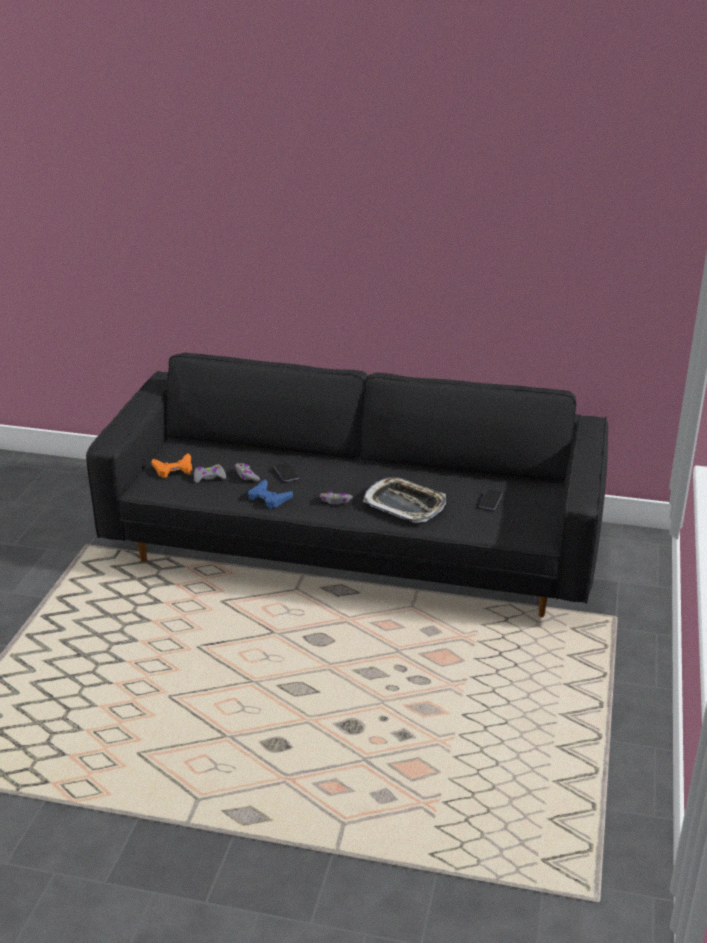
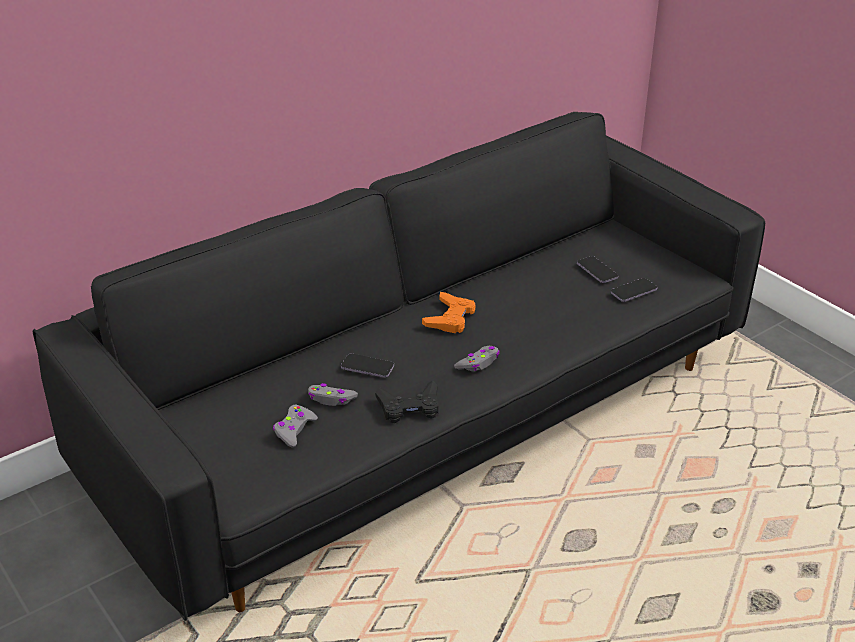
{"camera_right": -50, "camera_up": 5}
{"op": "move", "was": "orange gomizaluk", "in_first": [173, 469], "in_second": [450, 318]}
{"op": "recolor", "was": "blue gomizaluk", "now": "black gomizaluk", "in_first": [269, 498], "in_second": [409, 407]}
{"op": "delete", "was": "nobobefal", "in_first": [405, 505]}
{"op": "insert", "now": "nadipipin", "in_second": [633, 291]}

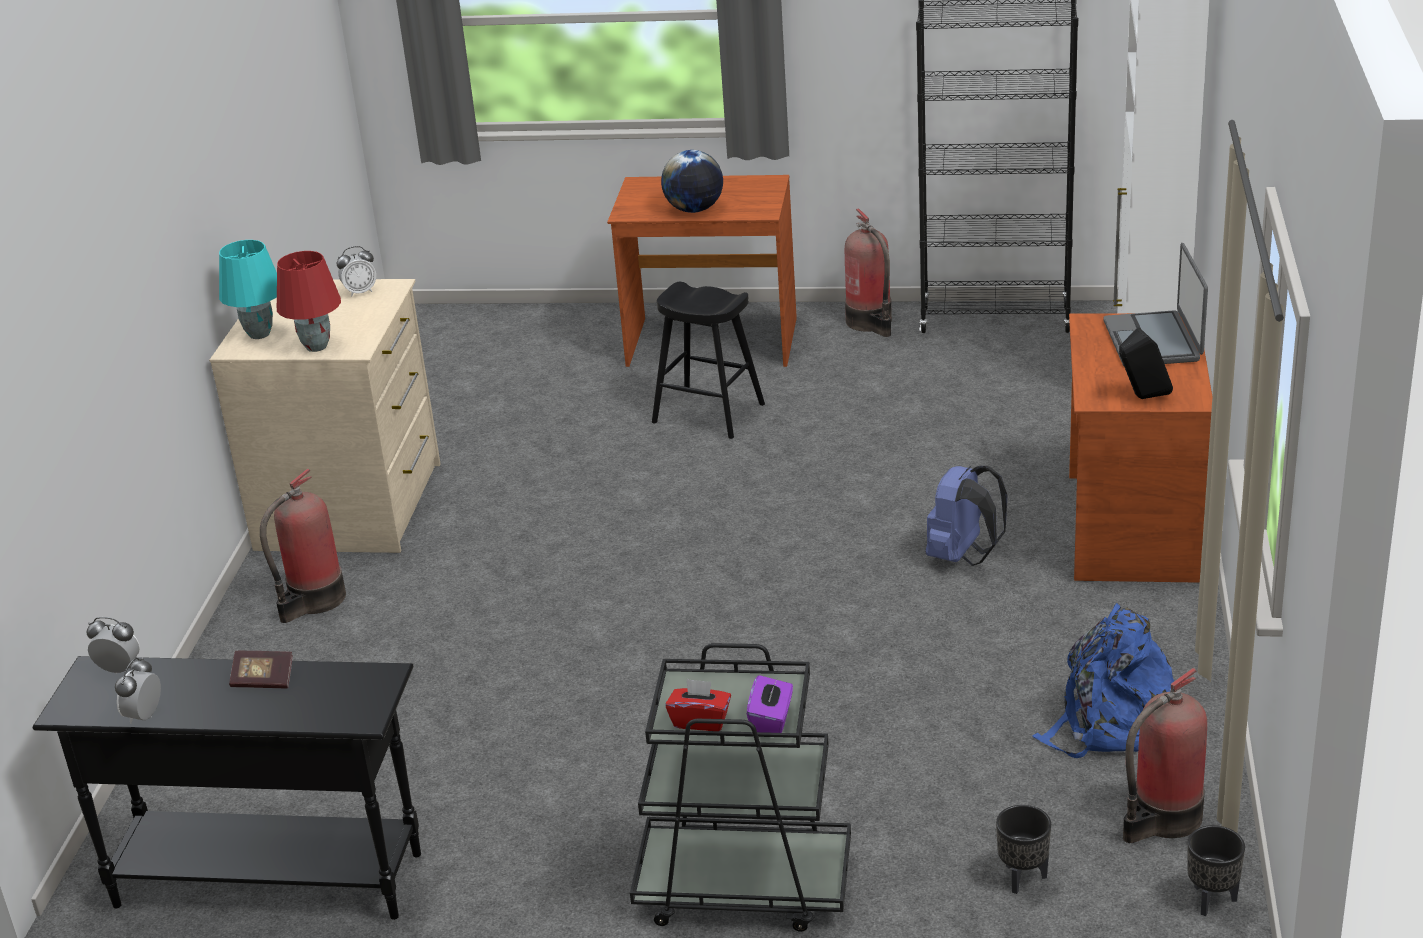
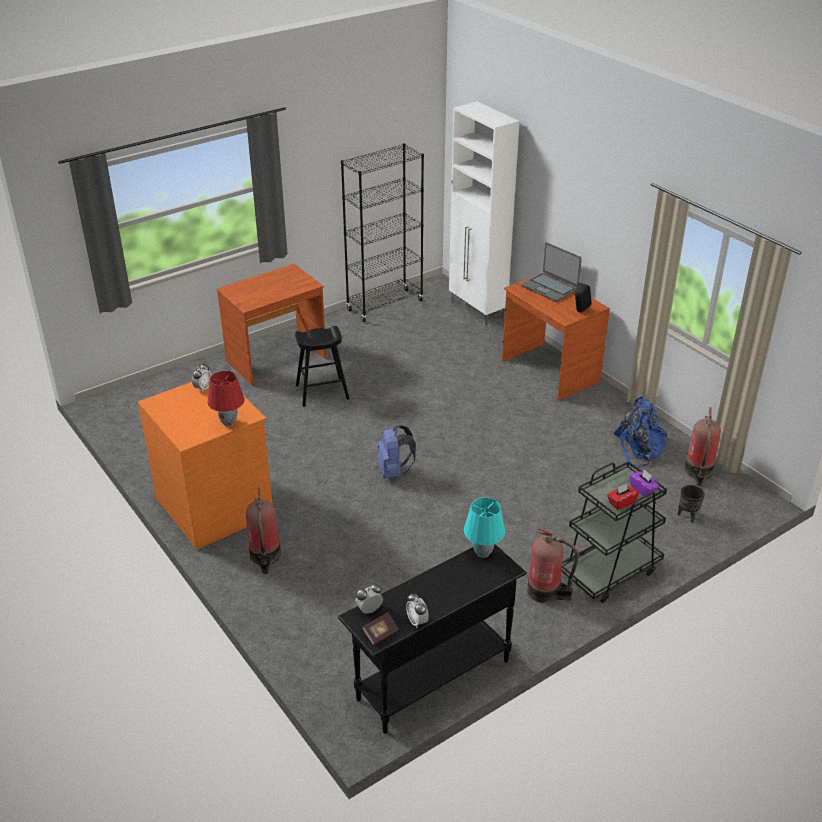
{"camera_right": -45, "camera_up": 5}
{"op": "recolor", "was": "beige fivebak", "now": "orange fivebak", "in_first": [352, 506], "in_second": [216, 506]}
{"op": "move", "was": "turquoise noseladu", "in_first": [259, 335], "in_second": [483, 553]}
{"op": "move", "was": "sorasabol", "in_first": [263, 680], "in_second": [380, 633]}
{"op": "delete", "was": "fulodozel", "in_first": [694, 210]}
{"op": "move", "was": "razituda", "in_first": [871, 322], "in_second": [546, 592]}
{"op": "move", "was": "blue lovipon", "in_first": [963, 556], "in_second": [394, 471]}
{"op": "delete", "was": "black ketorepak", "in_first": [1211, 901]}

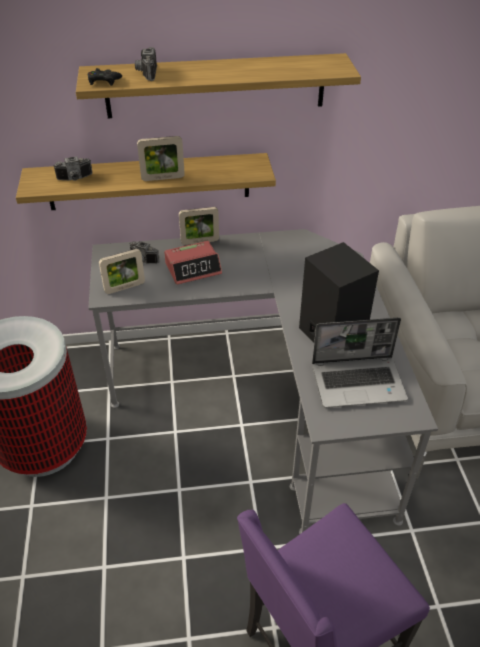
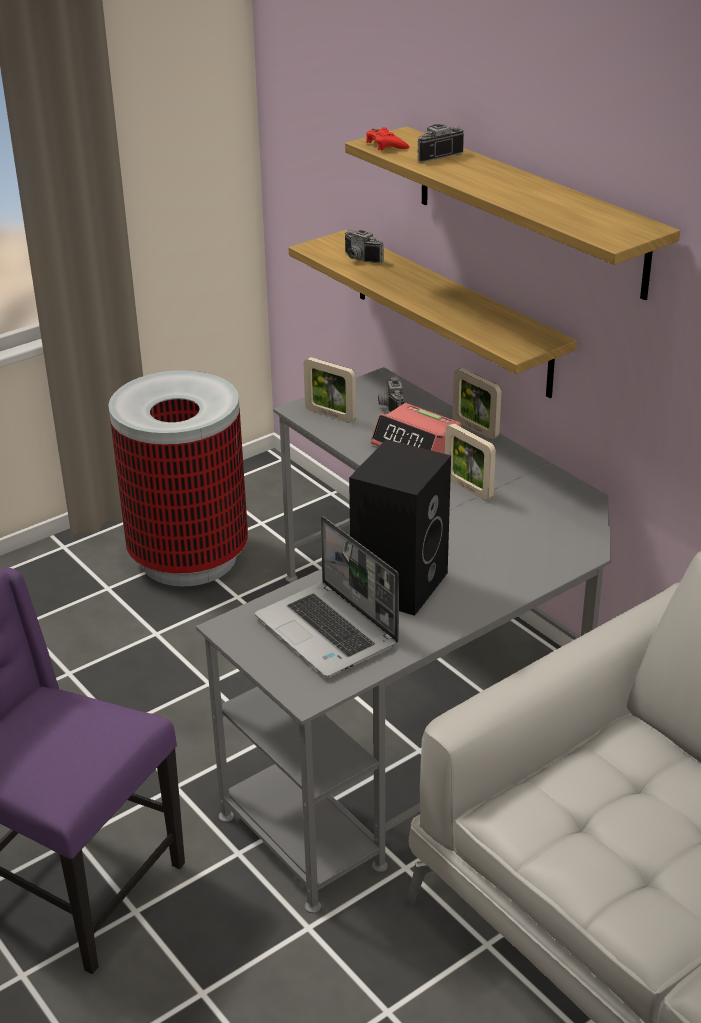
{"camera_right": 60, "camera_up": -10}
{"op": "recolor", "was": "black gomizaluk", "now": "red gomizaluk", "in_first": [104, 81], "in_second": [386, 145]}
{"op": "move", "was": "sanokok", "in_first": [163, 178], "in_second": [468, 488]}

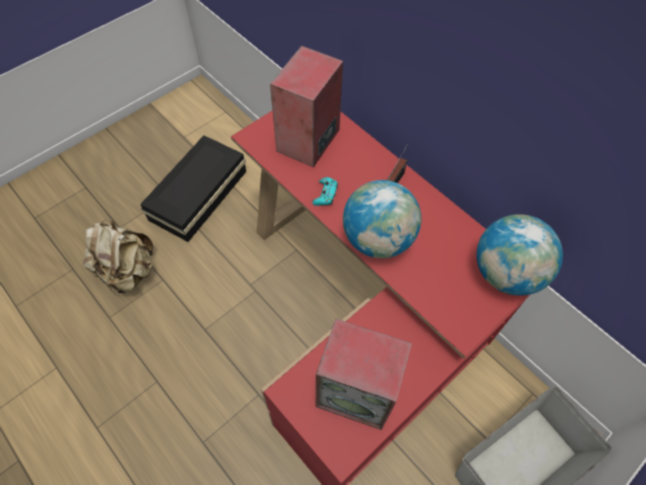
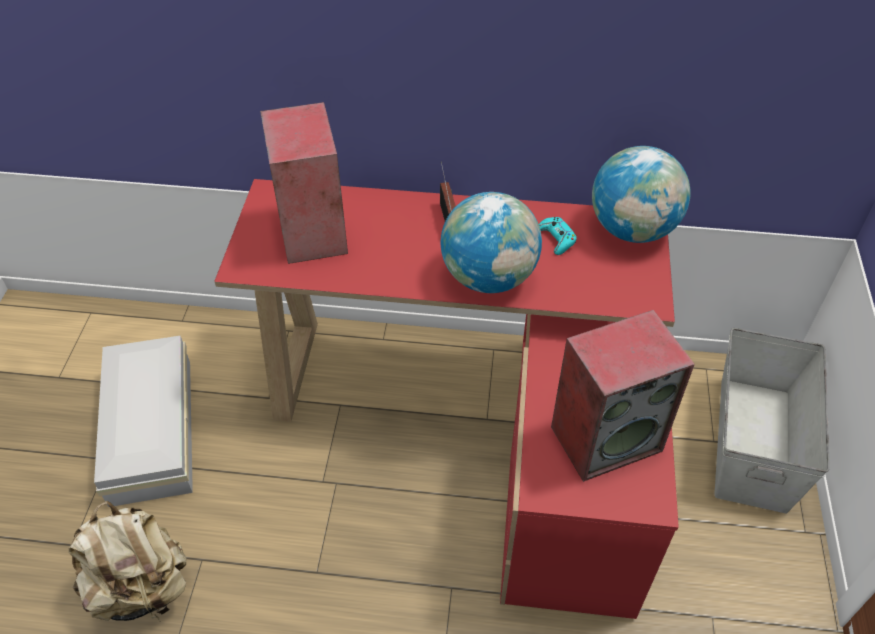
{"camera_right": -40, "camera_up": -10}
{"op": "recolor", "was": "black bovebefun", "now": "white bovebefun", "in_first": [196, 196], "in_second": [149, 432]}
{"op": "move", "was": "turquoise gomizaluk", "in_first": [325, 194], "in_second": [556, 239]}

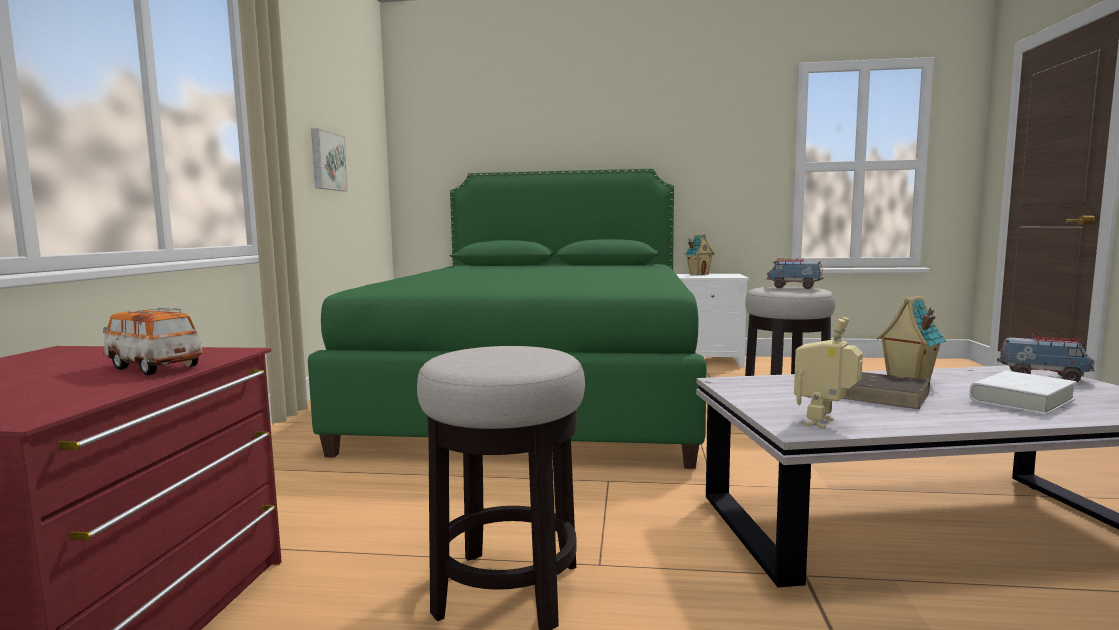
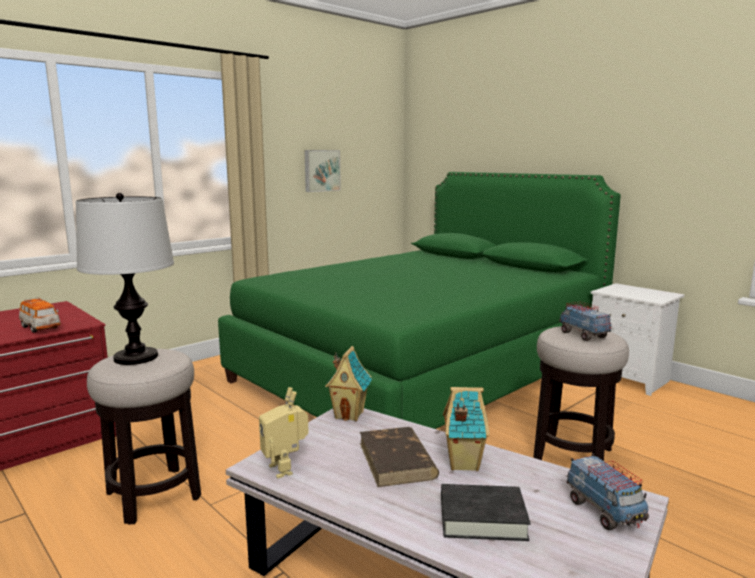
{"camera_right": 40, "camera_up": 5}
{"op": "rotate", "was": "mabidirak", "in_first": [154, 367], "in_second": [40, 328], "clockwise": 150}
{"op": "move", "was": "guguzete", "in_first": [698, 274], "in_second": [349, 415]}
{"op": "rotate", "was": "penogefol", "in_first": [825, 423], "in_second": [285, 468], "clockwise": -105}
{"op": "recolor", "was": "white sorasabol", "now": "black sorasabol", "in_first": [1021, 400], "in_second": [482, 518]}
{"op": "insert", "now": "noseladu", "in_second": [135, 357]}

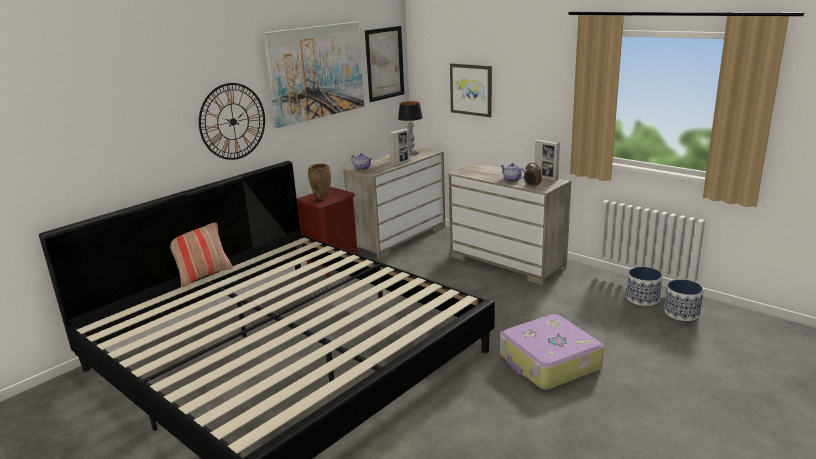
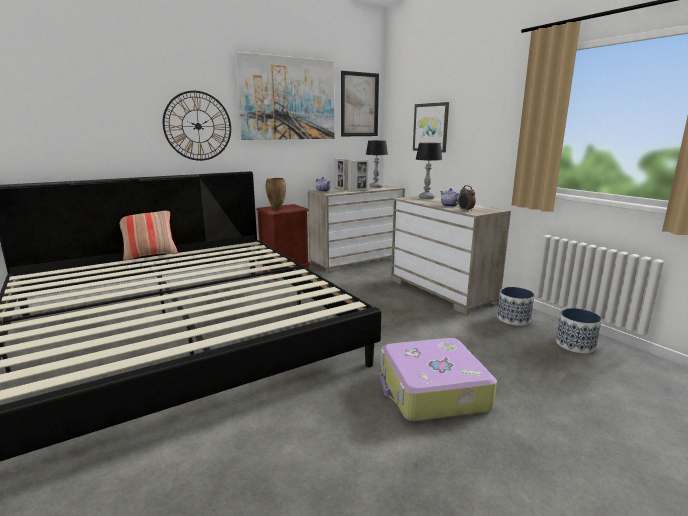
{"camera_right": 15, "camera_up": -5}
{"op": "move", "was": "sanokok", "in_first": [546, 178], "in_second": [341, 189]}
{"op": "move", "was": "ketorepak", "in_first": [682, 313], "in_second": [513, 319]}
{"op": "insert", "now": "noseladu", "in_second": [427, 198]}

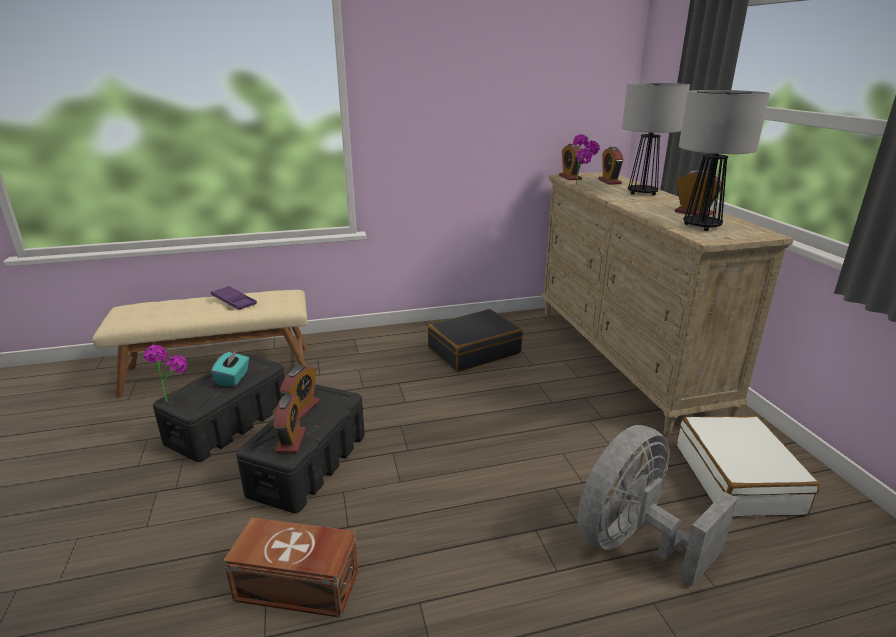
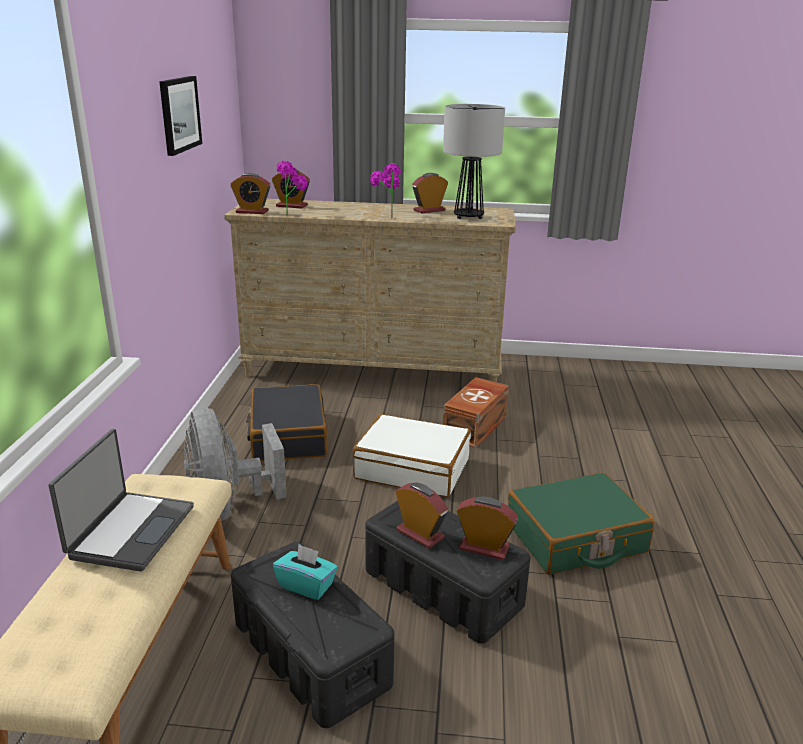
{"camera_right": -70, "camera_up": 0}
{"op": "move", "was": "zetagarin", "in_first": [172, 397], "in_second": [386, 217]}
{"op": "replace", "was": "purple nobobefal", "now": "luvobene", "in_first": [234, 301], "in_second": [130, 531]}
{"op": "move", "was": "brown bovebefun", "in_first": [298, 587], "in_second": [476, 427]}
{"op": "move", "was": "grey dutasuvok", "in_first": [634, 542], "in_second": [229, 506]}
{"op": "delete", "was": "noseladu", "in_first": [642, 193]}
{"op": "move", "was": "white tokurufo", "in_first": [737, 478], "in_second": [412, 468]}
{"op": "insert", "now": "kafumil", "in_second": [179, 114]}
{"op": "insert", "now": "green tokurufo", "in_second": [575, 538]}

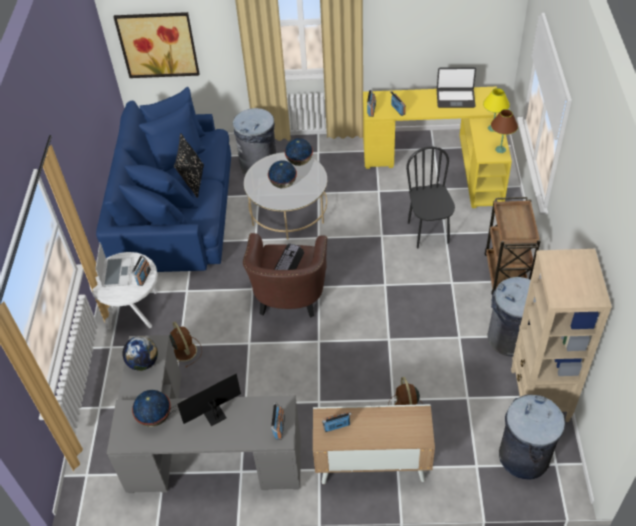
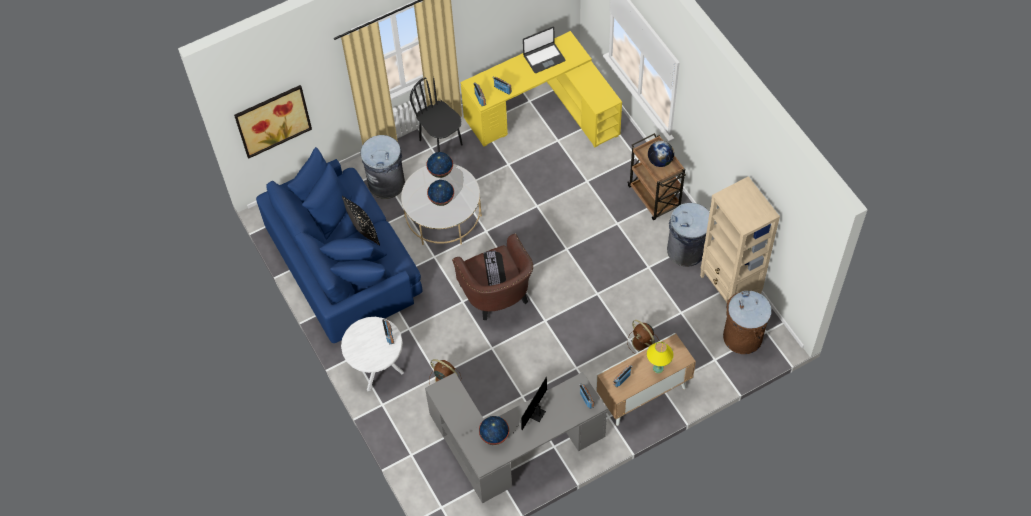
{"camera_right": -30, "camera_up": 10}
{"op": "delete", "was": "luvobene", "in_first": [116, 272]}
{"op": "move", "was": "fulodozel", "in_first": [143, 362], "in_second": [660, 161]}
{"op": "move", "was": "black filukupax", "in_first": [428, 232], "in_second": [441, 142]}
{"op": "move", "was": "yellow noseladu", "in_first": [493, 128], "in_second": [658, 368]}
{"op": "delete", "was": "brown noseladu", "in_first": [500, 149]}
{"op": "recolor", "was": "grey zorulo", "now": "brown zorulo", "in_first": [523, 457], "in_second": [742, 337]}

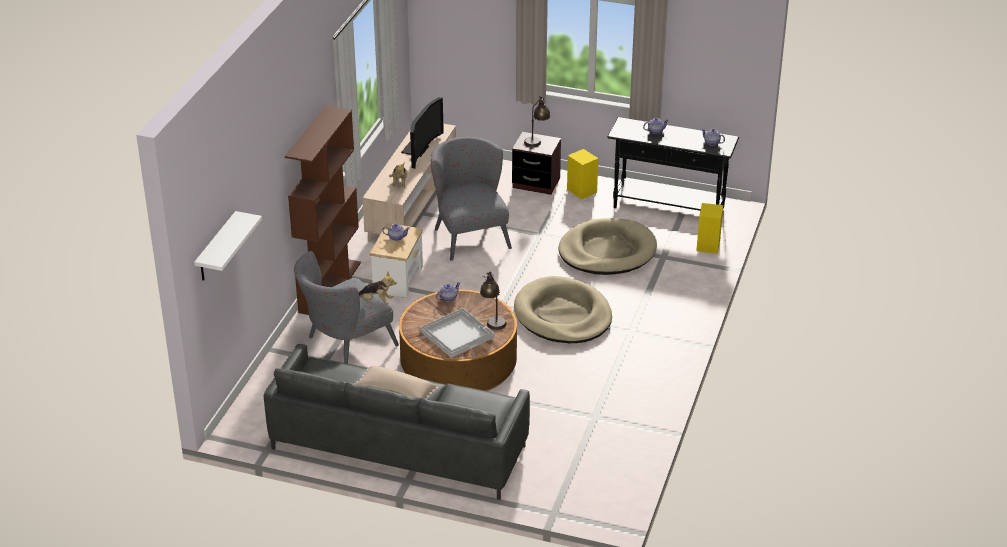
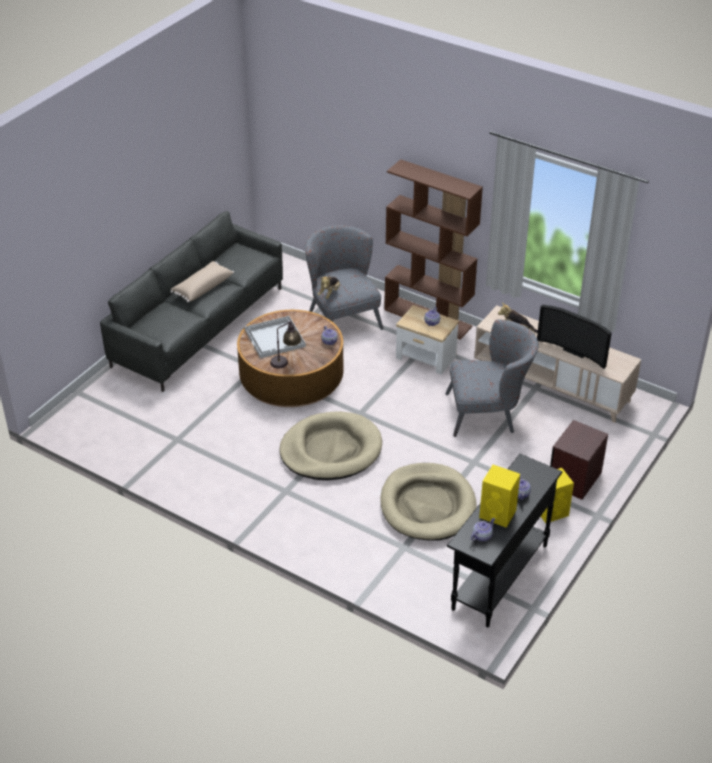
{"camera_right": 105, "camera_up": 5}
{"op": "delete", "was": "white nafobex", "in_first": [216, 248]}
{"op": "delete", "was": "noseladu", "in_first": [537, 140]}
{"op": "move", "was": "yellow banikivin", "in_first": [708, 245], "in_second": [498, 514]}

